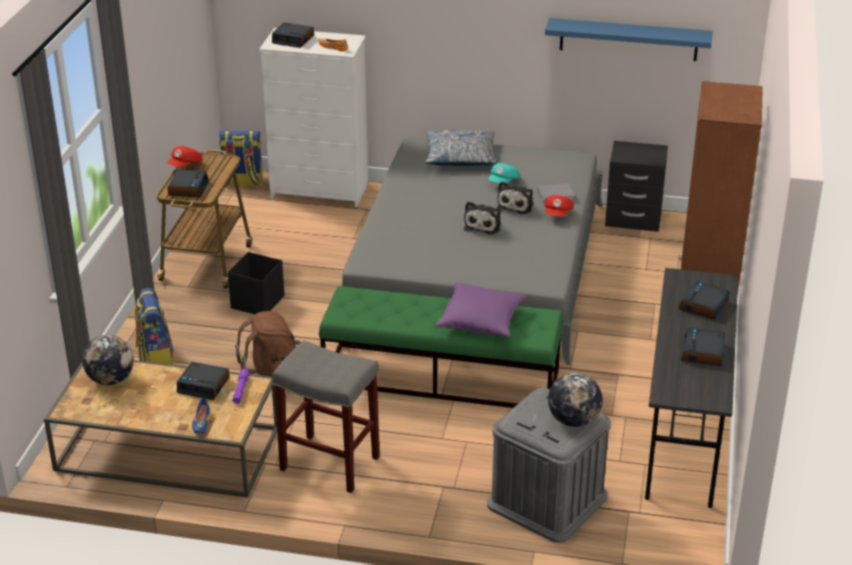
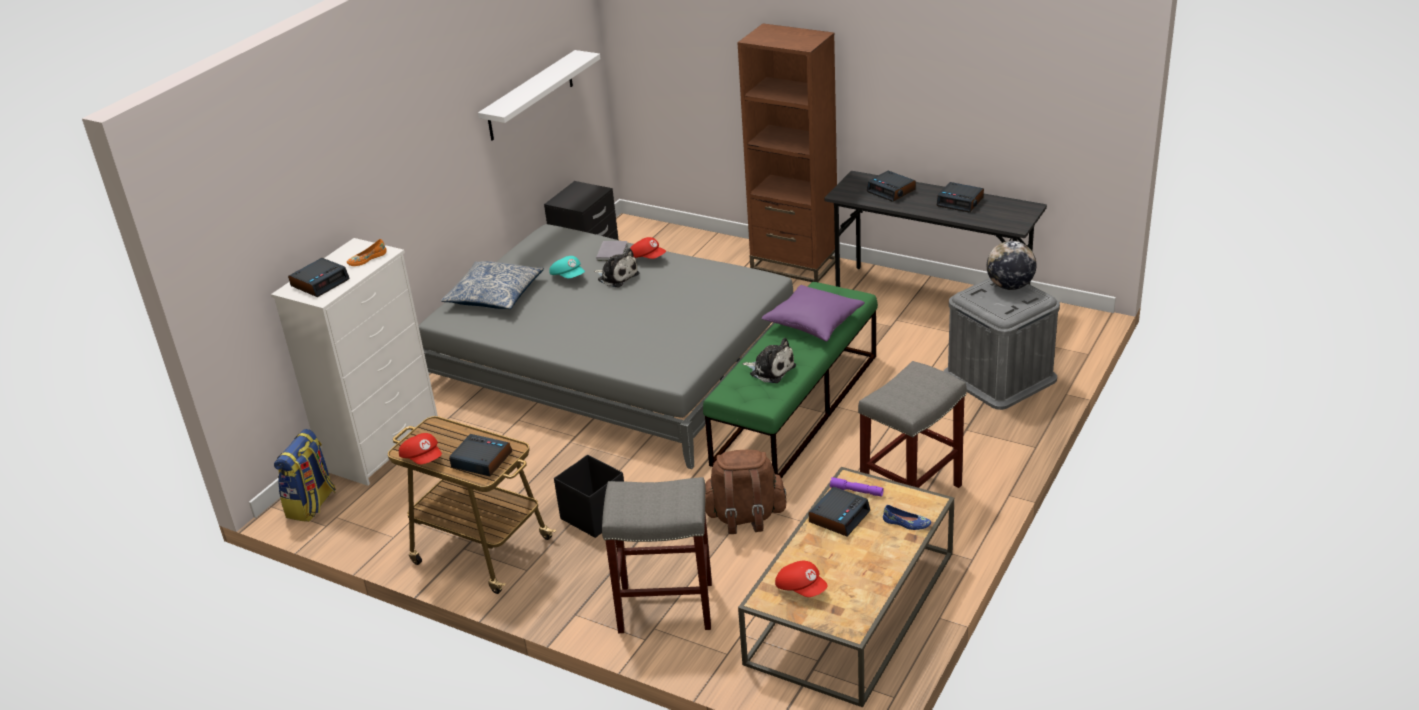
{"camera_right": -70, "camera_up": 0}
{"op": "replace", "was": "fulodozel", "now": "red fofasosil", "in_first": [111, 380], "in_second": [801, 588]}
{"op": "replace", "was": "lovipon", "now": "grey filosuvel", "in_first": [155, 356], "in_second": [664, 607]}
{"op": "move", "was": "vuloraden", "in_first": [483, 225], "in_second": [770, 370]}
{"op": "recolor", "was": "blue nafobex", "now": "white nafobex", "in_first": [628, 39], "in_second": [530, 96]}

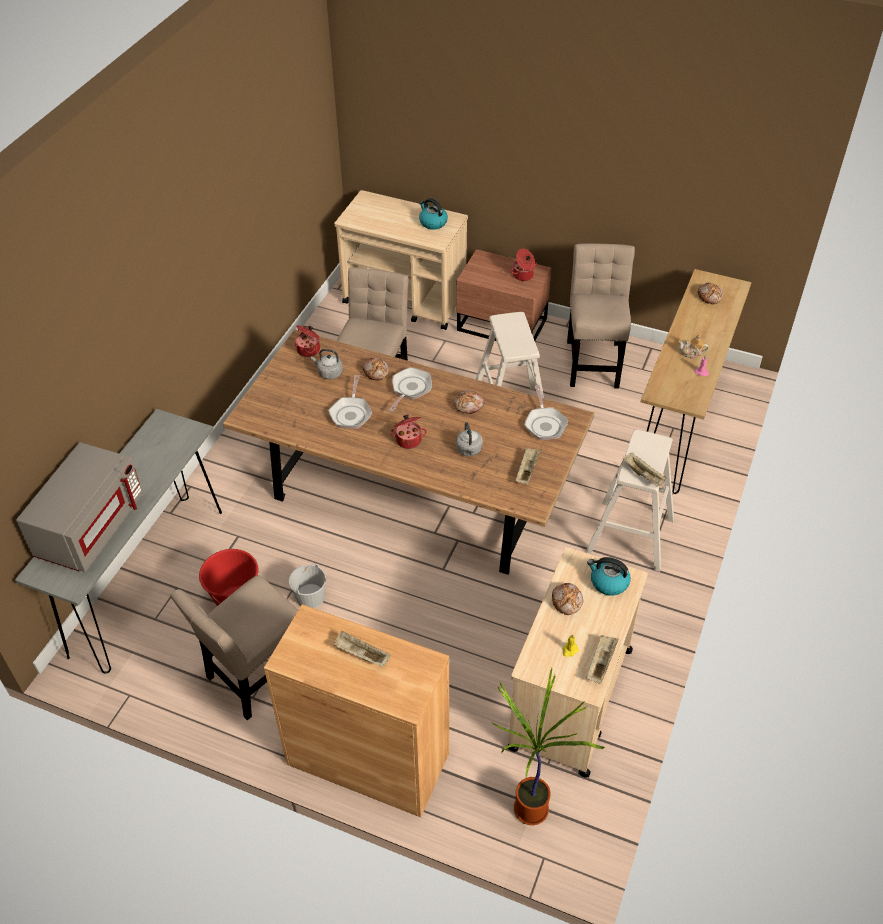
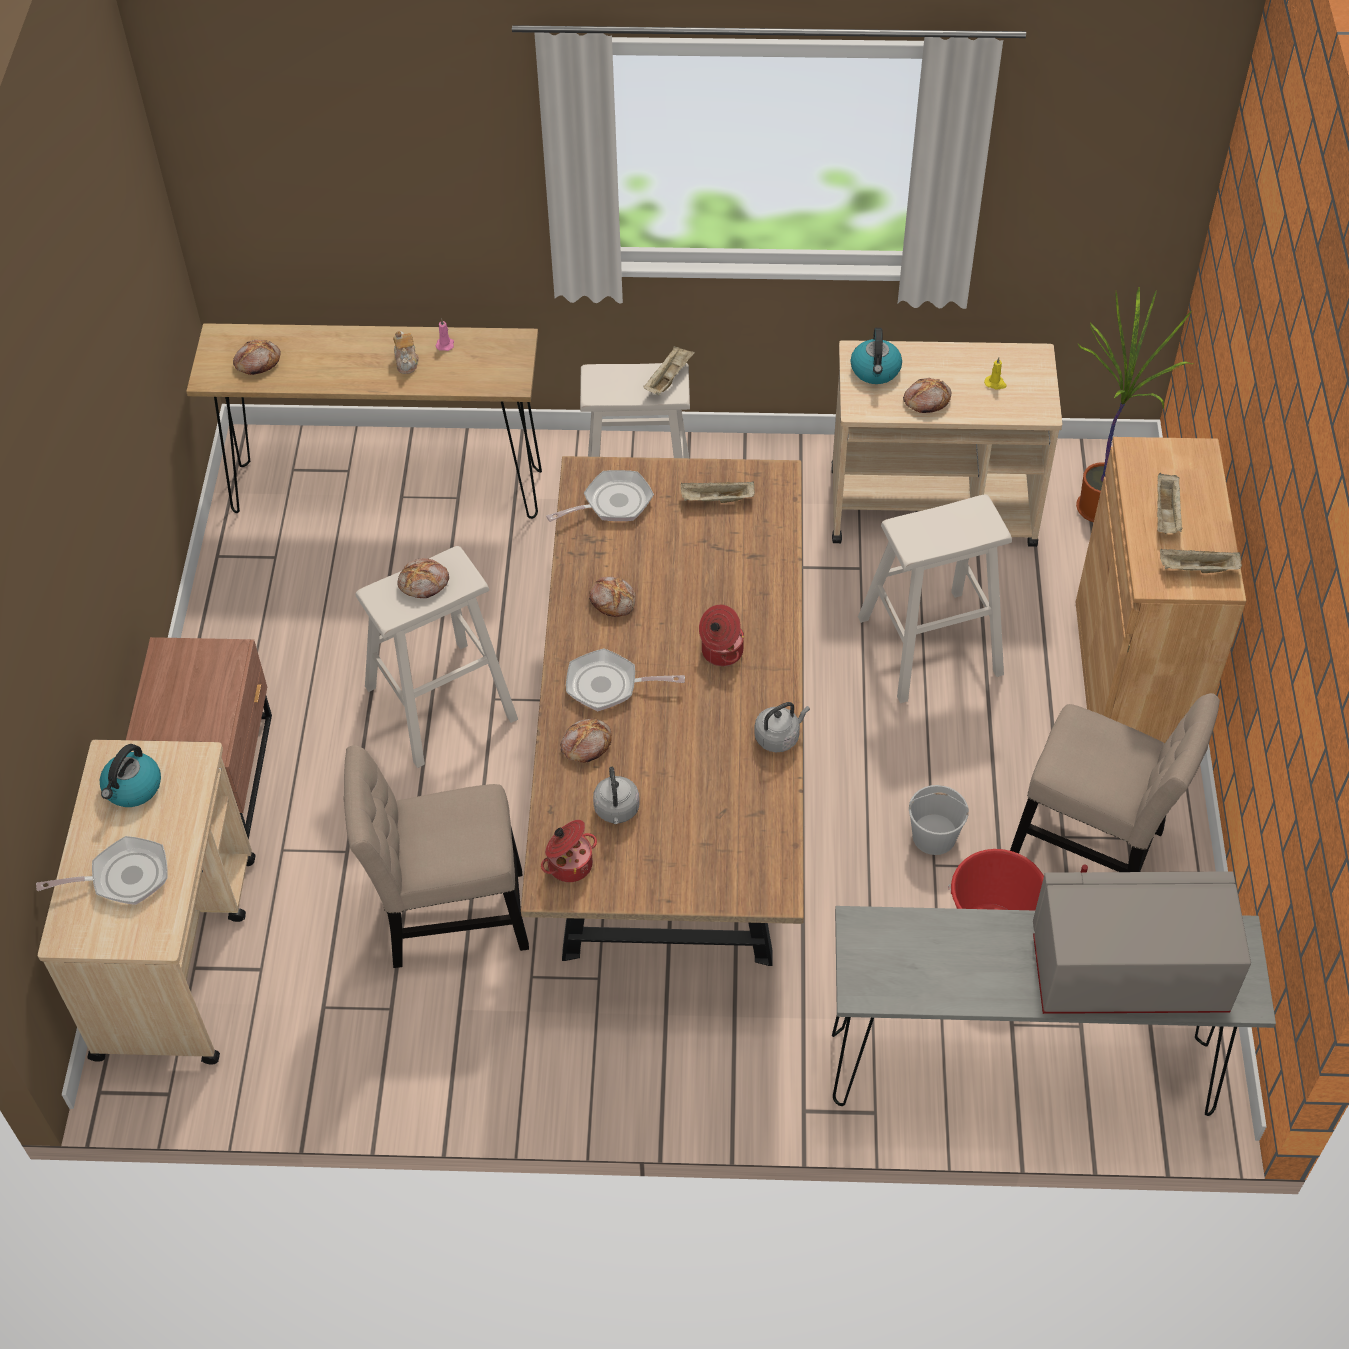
{"camera_right": -110, "camera_up": 5}
{"op": "move", "was": "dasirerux", "in_first": [351, 413], "in_second": [124, 877]}
{"op": "move", "was": "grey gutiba", "in_first": [469, 450], "in_second": [779, 737]}
{"op": "delete", "was": "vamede", "in_first": [523, 275]}
{"op": "delete", "was": "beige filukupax", "in_first": [593, 361]}
{"op": "move", "was": "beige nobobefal", "in_first": [601, 663], "in_second": [1196, 569]}
{"op": "insert", "now": "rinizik", "in_second": [424, 583]}
{"op": "insert", "now": "beige filosuvel", "in_second": [930, 645]}

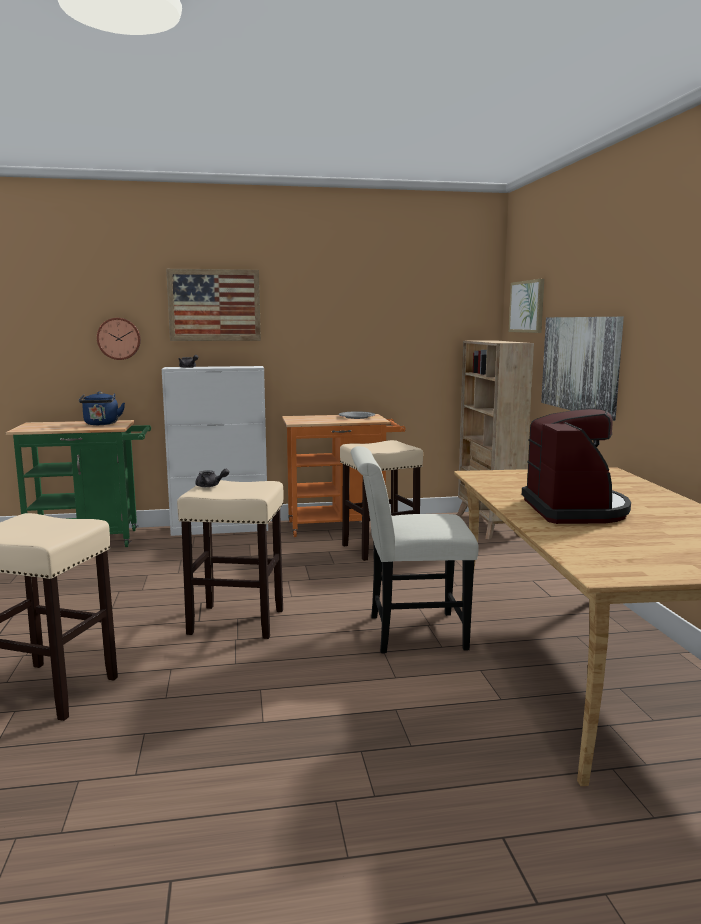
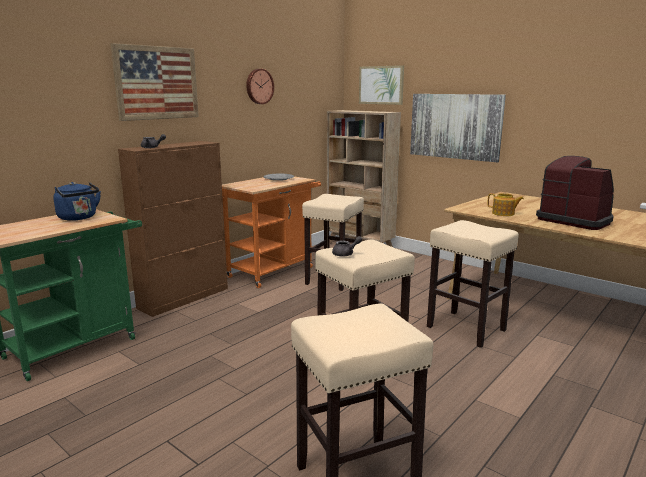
{"camera_right": -40, "camera_up": 5}
{"op": "move", "was": "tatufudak", "in_first": [119, 338], "in_second": [259, 86]}
{"op": "recolor", "was": "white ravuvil", "now": "brown ravuvil", "in_first": [220, 529], "in_second": [184, 298]}
{"op": "replace", "was": "white filukupax", "now": "beige filosuvel", "in_first": [408, 633], "in_second": [465, 328]}
{"op": "insert", "now": "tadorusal", "in_second": [503, 213]}

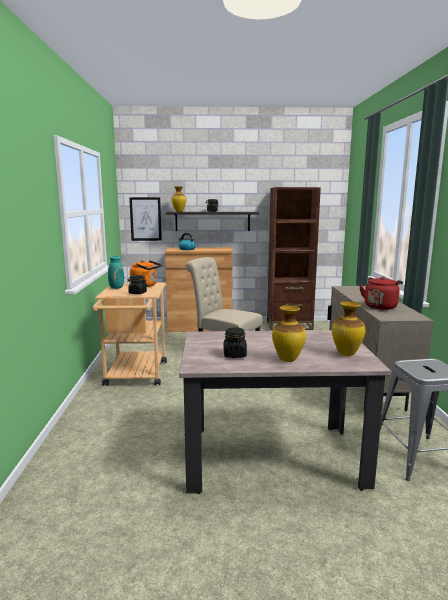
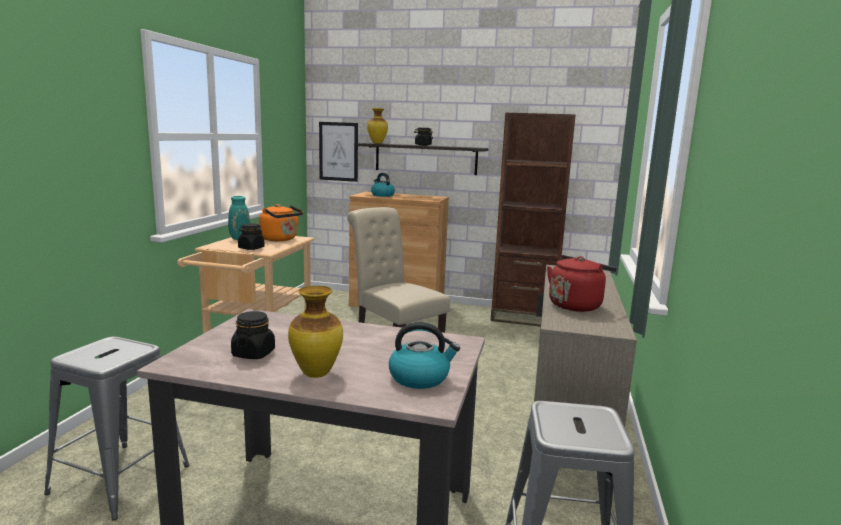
{"camera_right": 15, "camera_up": 0}
{"op": "replace", "was": "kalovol", "now": "gutiba", "in_first": [345, 354], "in_second": [420, 377]}
{"op": "insert", "now": "grey filosuvel", "in_second": [120, 480]}

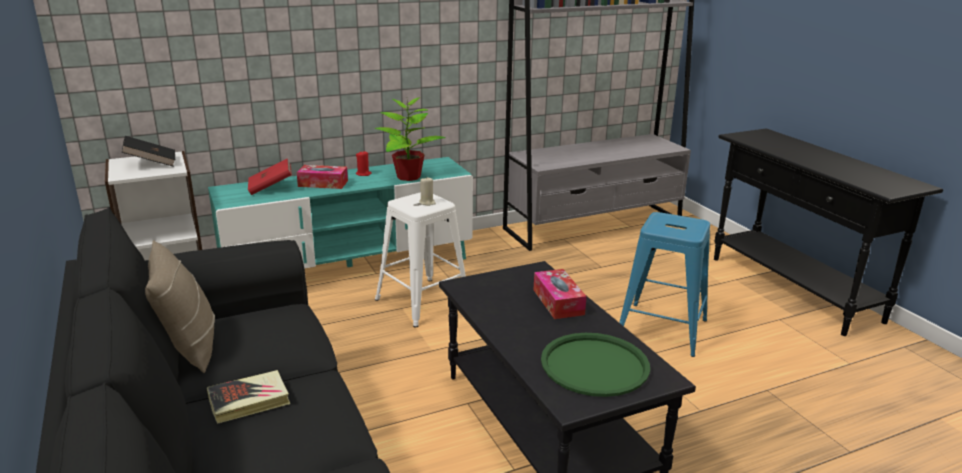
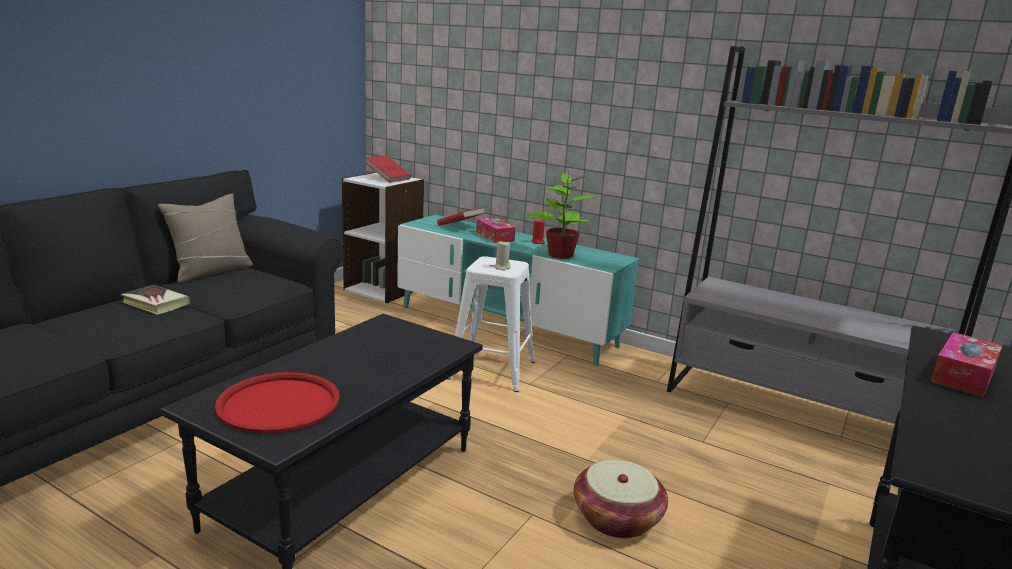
{"camera_right": 55, "camera_up": -5}
{"op": "recolor", "was": "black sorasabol", "now": "red sorasabol", "in_first": [151, 163], "in_second": [388, 178]}
{"op": "move", "was": "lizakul", "in_first": [558, 302], "in_second": [963, 375]}
{"op": "recolor", "was": "green nobobefal", "now": "red nobobefal", "in_first": [594, 365], "in_second": [278, 404]}
{"op": "replace", "was": "blue filosuvel", "now": "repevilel", "in_first": [662, 329], "in_second": [617, 518]}

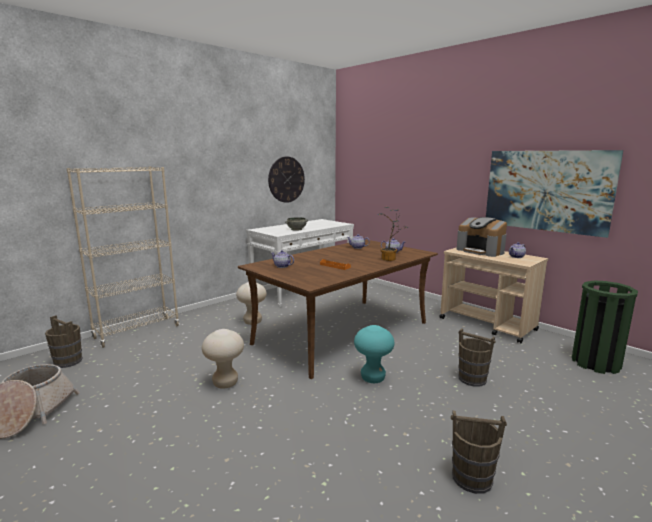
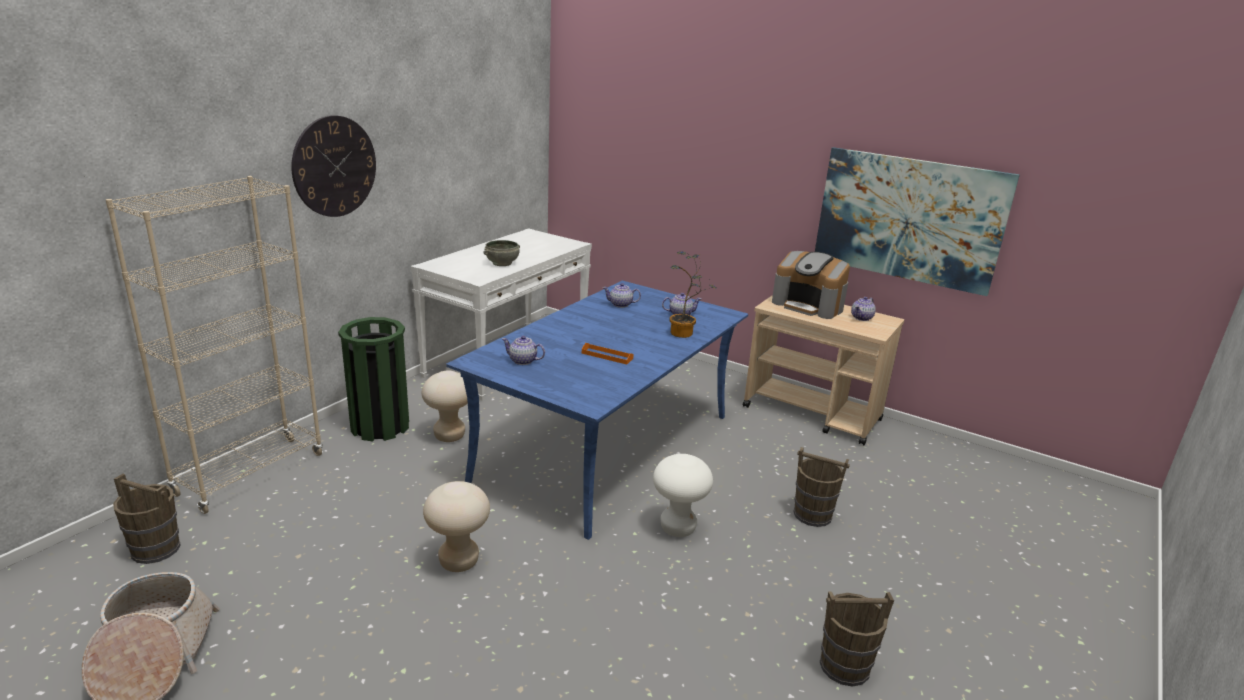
{"camera_right": -15, "camera_up": 10}
{"op": "recolor", "was": "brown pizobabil", "now": "blue pizobabil", "in_first": [343, 333], "in_second": [606, 448]}
{"op": "move", "was": "tatufudak", "in_first": [286, 179], "in_second": [334, 166]}
{"op": "recolor", "was": "turquoise filosuvel", "now": "white filosuvel", "in_first": [373, 378], "in_second": [677, 528]}
{"op": "move", "was": "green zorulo", "in_first": [595, 363], "in_second": [380, 426]}

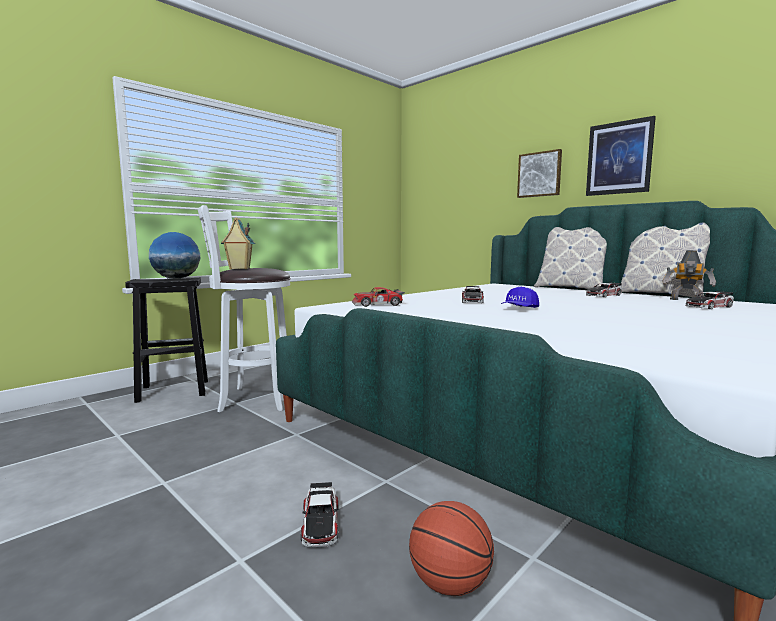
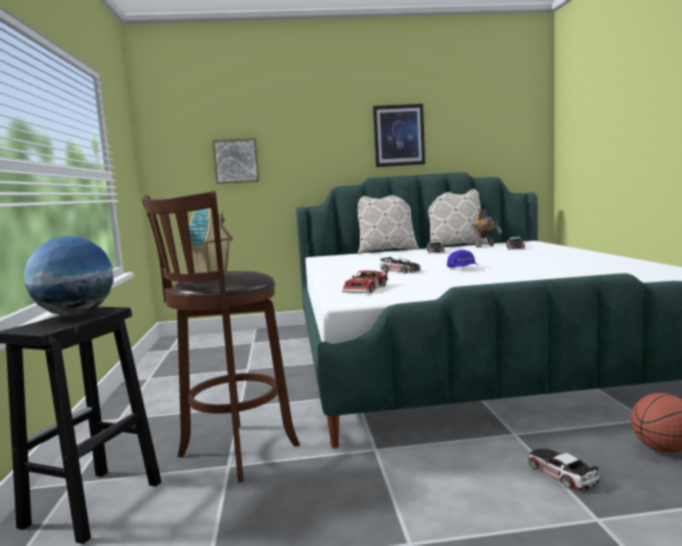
{"camera_right": -50, "camera_up": 0}
{"op": "recolor", "was": "white filosuvel", "now": "brown filosuvel", "in_first": [253, 399], "in_second": [234, 453]}
{"op": "rotate", "was": "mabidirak", "in_first": [320, 522], "in_second": [561, 474], "clockwise": -150}
{"op": "move", "was": "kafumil", "in_first": [539, 174], "in_second": [236, 161]}

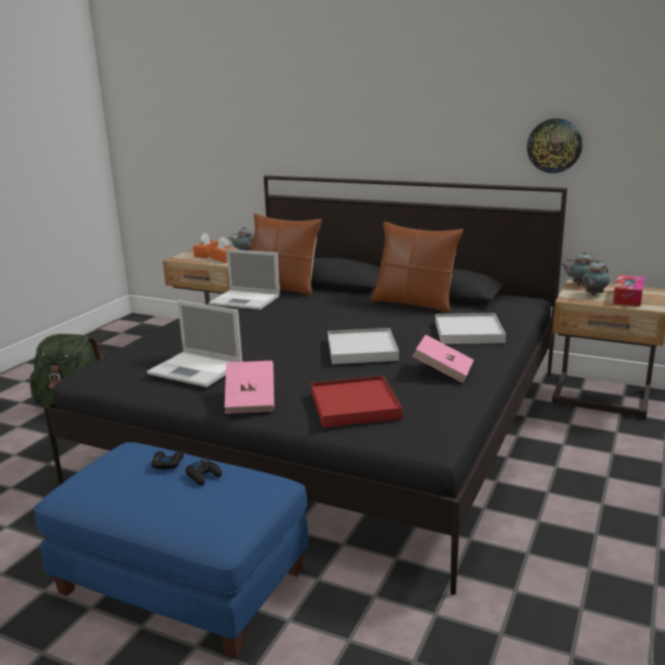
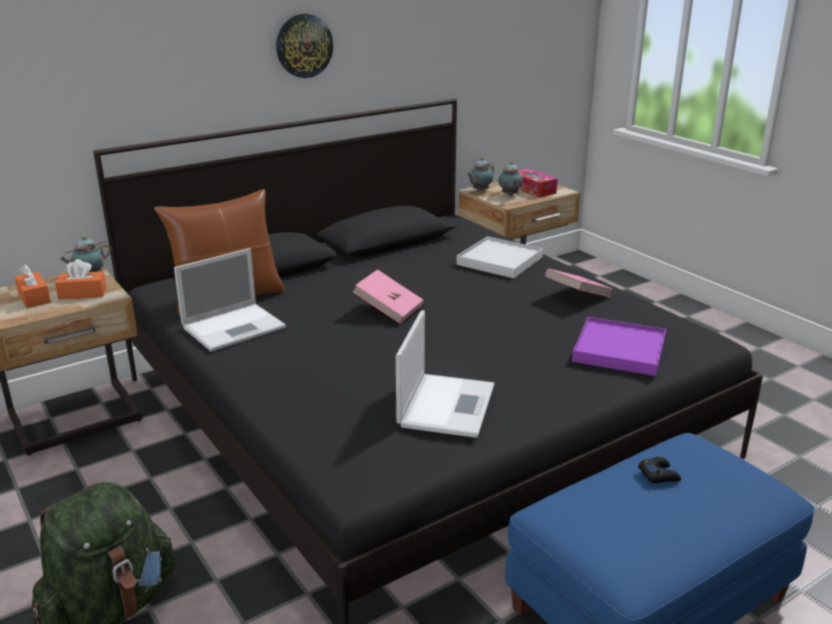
{"camera_right": -60, "camera_up": 5}
{"op": "rotate", "was": "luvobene", "in_first": [197, 369], "in_second": [447, 404], "clockwise": -45}
{"op": "delete", "was": "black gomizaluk", "in_first": [167, 463]}
{"op": "move", "was": "pink sorasabol", "in_first": [251, 401], "in_second": [389, 310]}
{"op": "recolor", "was": "red nobobefal", "now": "purple nobobefal", "in_first": [354, 405], "in_second": [619, 350]}
{"op": "delete", "was": "white nobobefal", "in_first": [361, 350]}
{"op": "delete", "was": "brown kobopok", "in_first": [414, 303]}
{"op": "move", "was": "tatufudak", "in_first": [554, 145], "in_second": [304, 46]}

